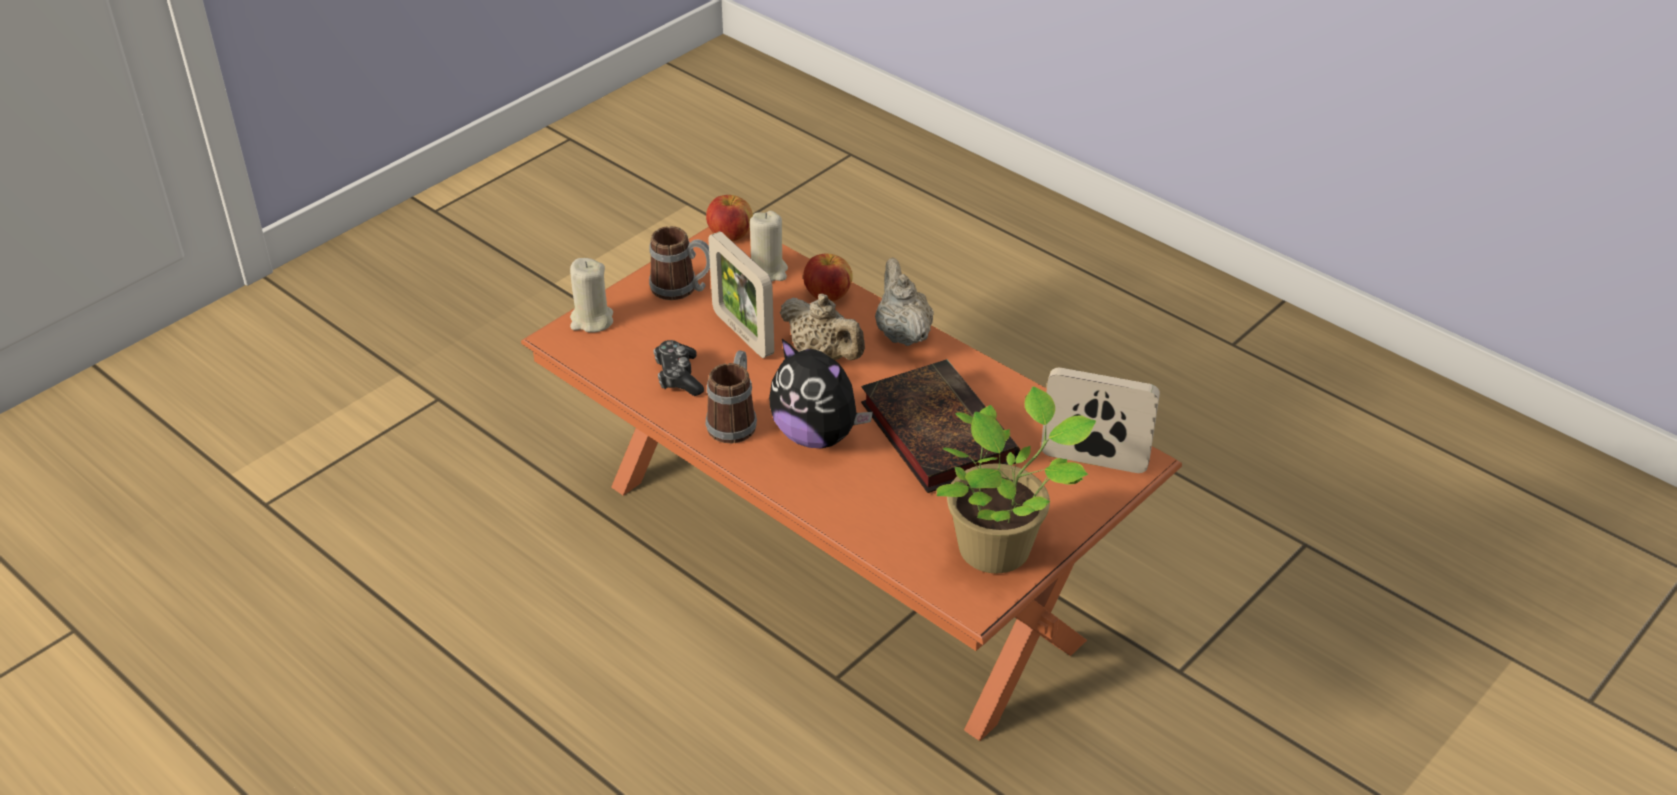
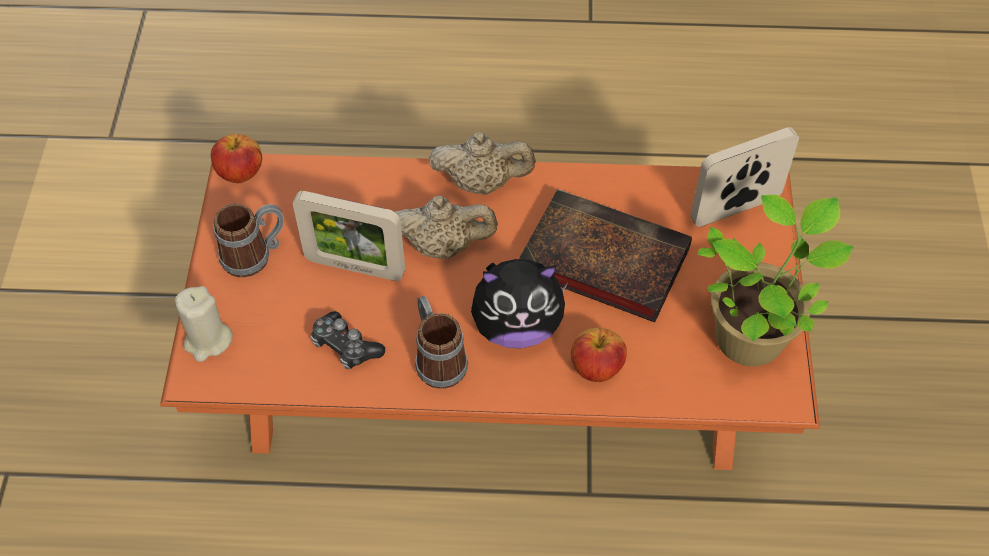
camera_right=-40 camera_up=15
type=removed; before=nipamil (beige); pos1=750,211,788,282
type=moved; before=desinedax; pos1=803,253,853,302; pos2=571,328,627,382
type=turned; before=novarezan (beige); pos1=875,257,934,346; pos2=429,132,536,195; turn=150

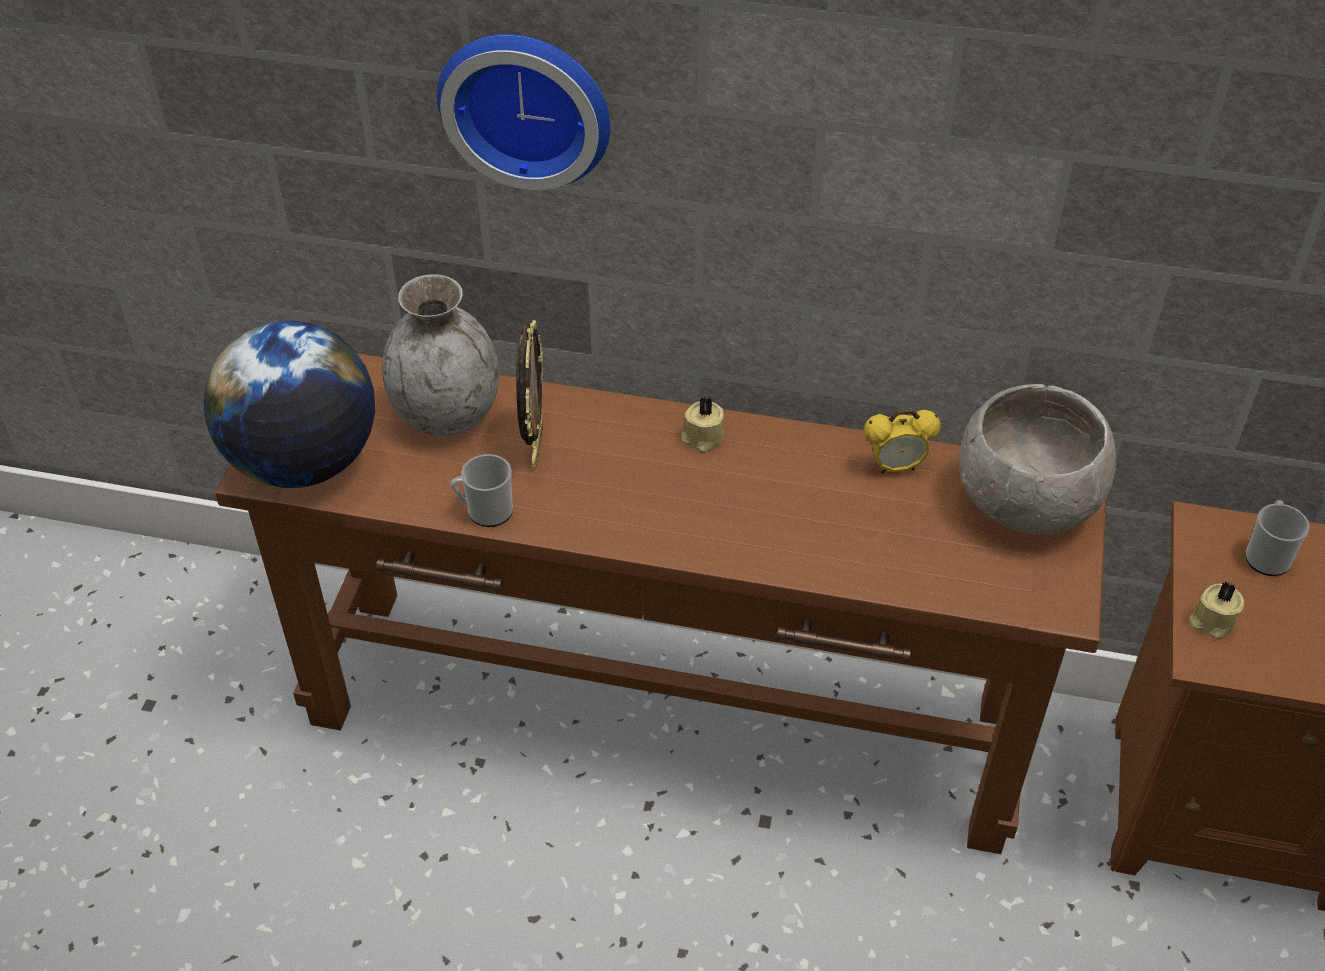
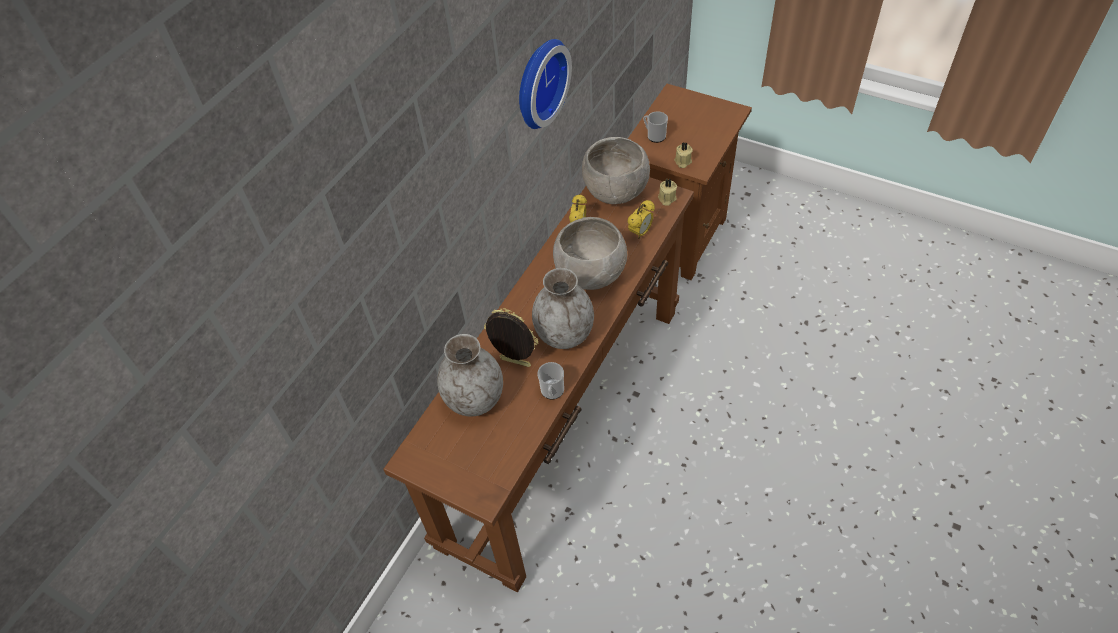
camera_right=-70 camera_up=5
type=removed; before=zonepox; pos1=204,321,375,488
type=added; after=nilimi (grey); pos2=532,268,594,349
type=added; after=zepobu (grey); pos2=553,217,627,290
type=added; after=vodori; pos2=628,200,655,239
type=moved; before=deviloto; pos1=437,34,610,190; pos2=519,39,572,129
type=moved; before=nipamil (beige); pos1=681,397,724,452; pos2=658,179,677,206

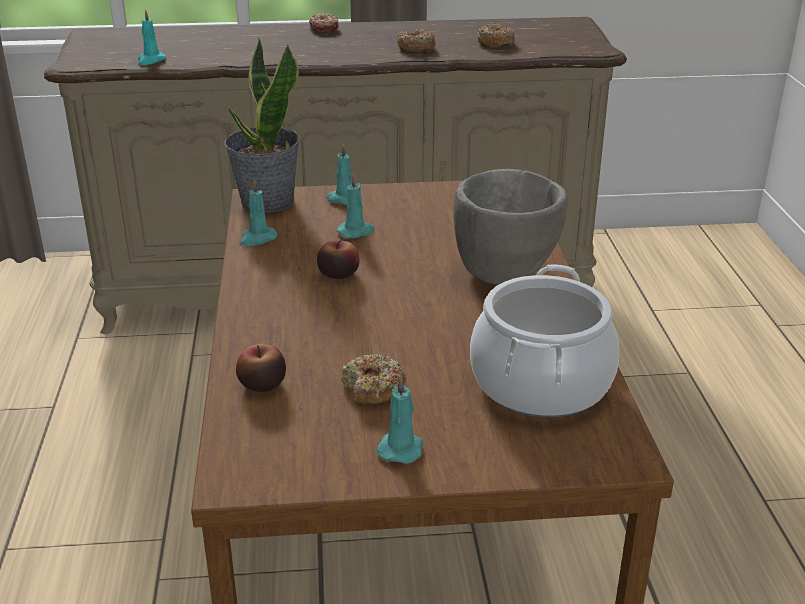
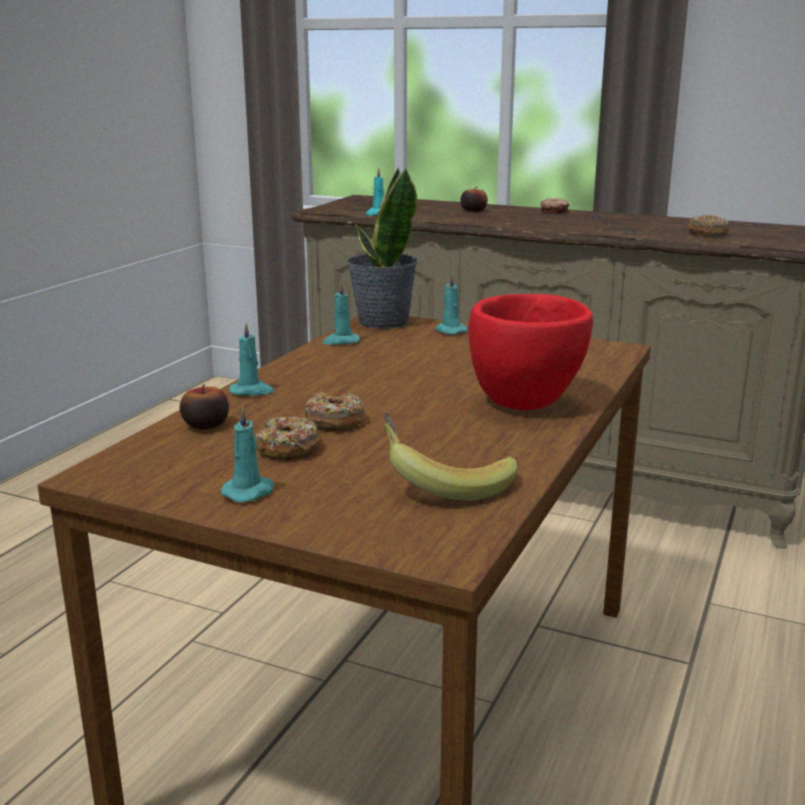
camera_right=30 camera_up=-10
type=moved; before=desinedax; pos1=317,240,359,279; pos2=460,187,488,212
type=moved; before=nipamil (turquoise); pos1=337,174,375,238; pos2=229,322,274,396
type=moved; before=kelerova; pos1=397,29,436,52; pos2=305,392,366,431
type=replaced; before=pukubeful; after=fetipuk; pos1=470,264,619,418; pos2=383,413,517,501
type=recoloured; before=zepobu (grey); after=zepobu (red); pos1=454,169,567,285; pos2=469,294,593,410

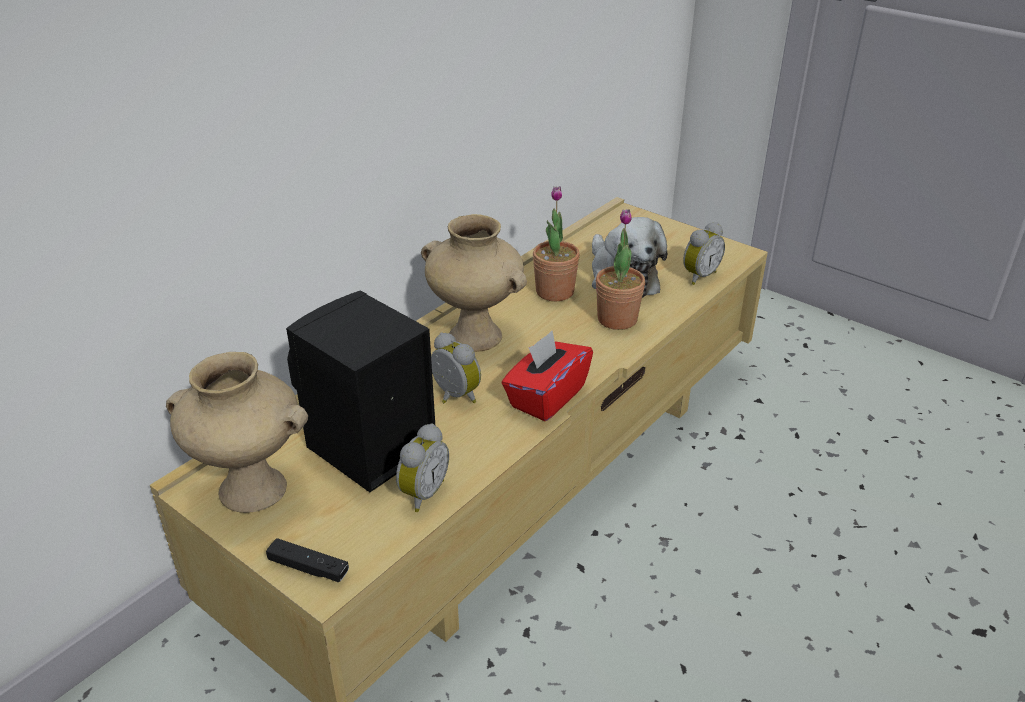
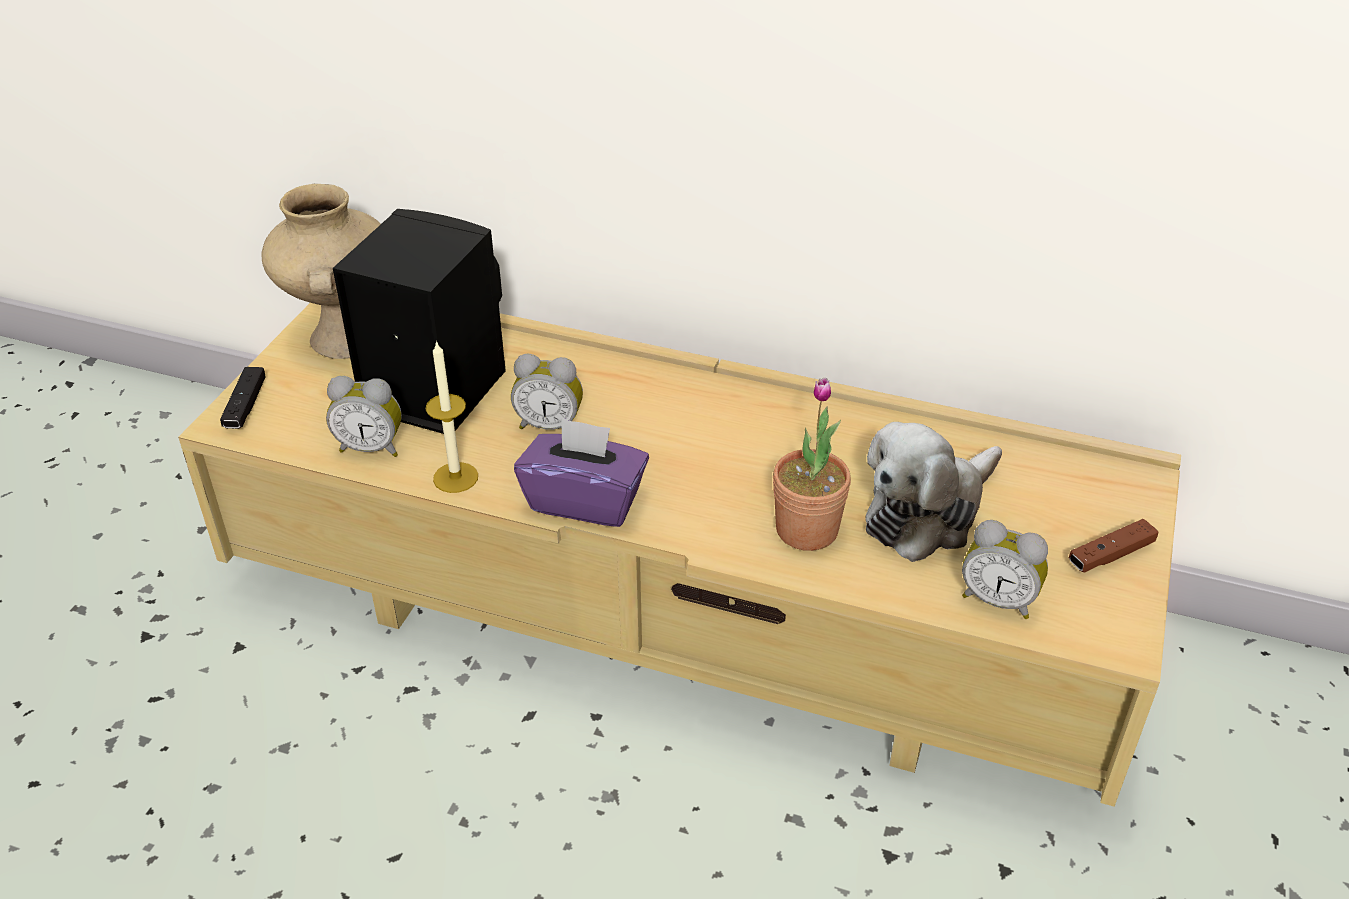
camera_right=70 camera_up=5
type=removed; before=nilimi (beige); pos1=421,214,527,352
type=removed; before=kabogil; pos1=533,186,580,301
type=added; after=nipamil; pos2=426,341,478,493
type=added; after=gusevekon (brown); pos2=1069,519,1159,573
type=recoloured; before=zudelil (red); after=zudelil (purple); pos1=502,331,593,421; pos2=514,417,649,527
type=turned; before=vodori; pos1=431,333,481,404; pos2=511,354,583,430; turn=75

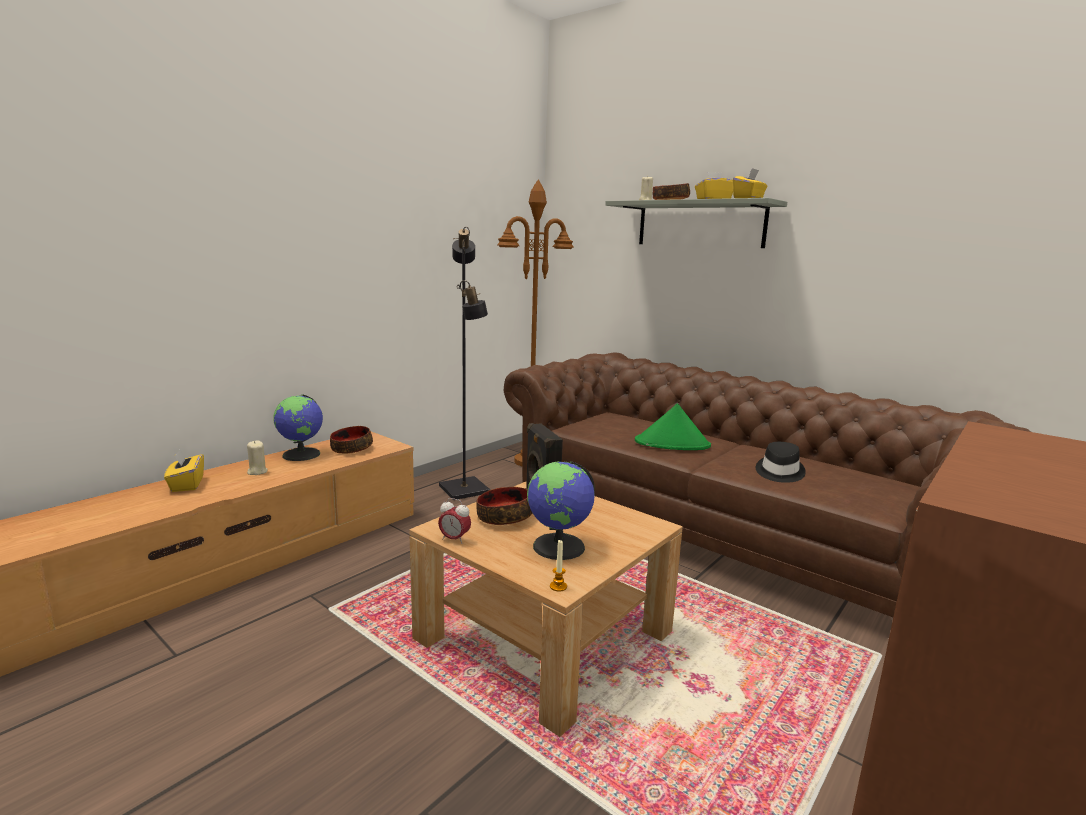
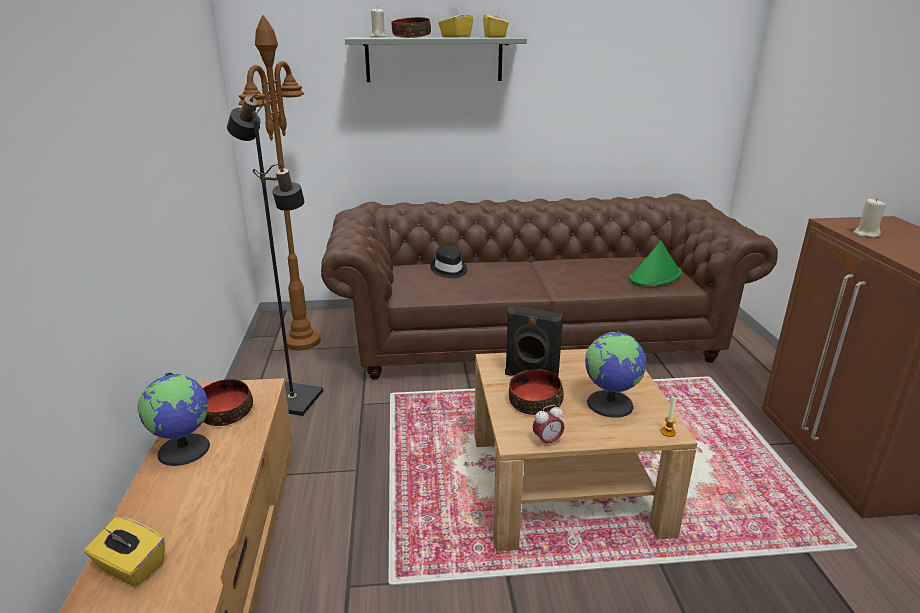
camera_right=-45 camera_up=10
type=moved; before=nipamil (beige); pos1=247,441,268,475; pos2=854,198,886,237
type=moved; before=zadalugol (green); pos1=635,404,711,450; pos2=629,241,682,286
type=moved; before=zadalugol (black); pos1=756,442,806,483; pos2=431,245,468,278

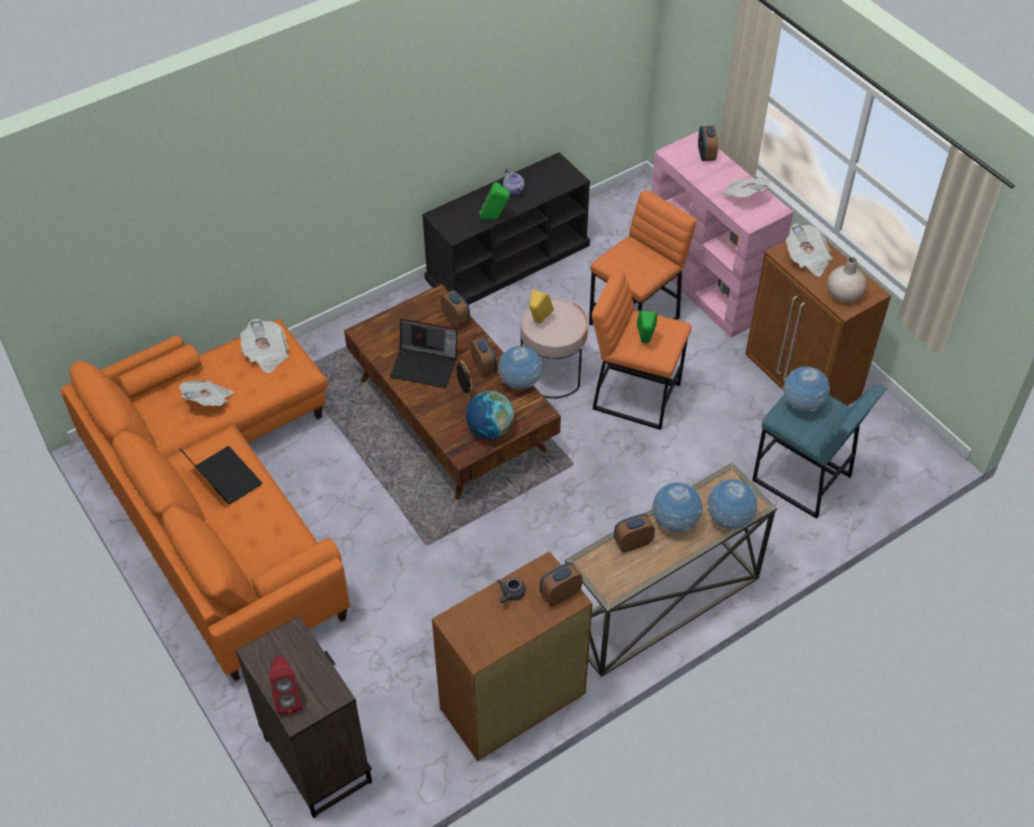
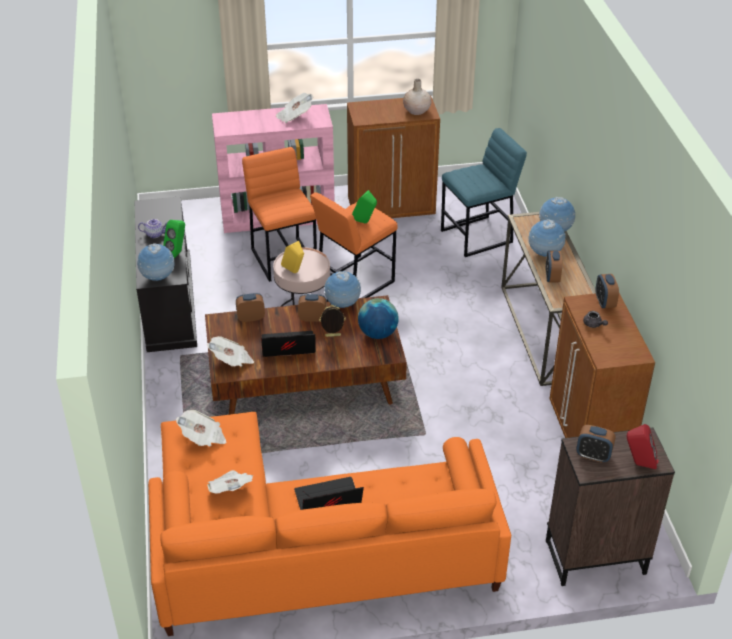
camera_right=-65 camera_up=-10
type=moved; before=vodori; pos1=698,126,718,161; pos2=577,425,616,463
type=moved; before=zonepox; pos1=782,366,830,412; pos2=137,244,174,281
type=moved; before=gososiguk; pos1=786,224,833,276; pos2=207,336,254,367
type=turned; before=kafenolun; pos1=390,319,458,388; pos2=261,331,316,357; turn=-135

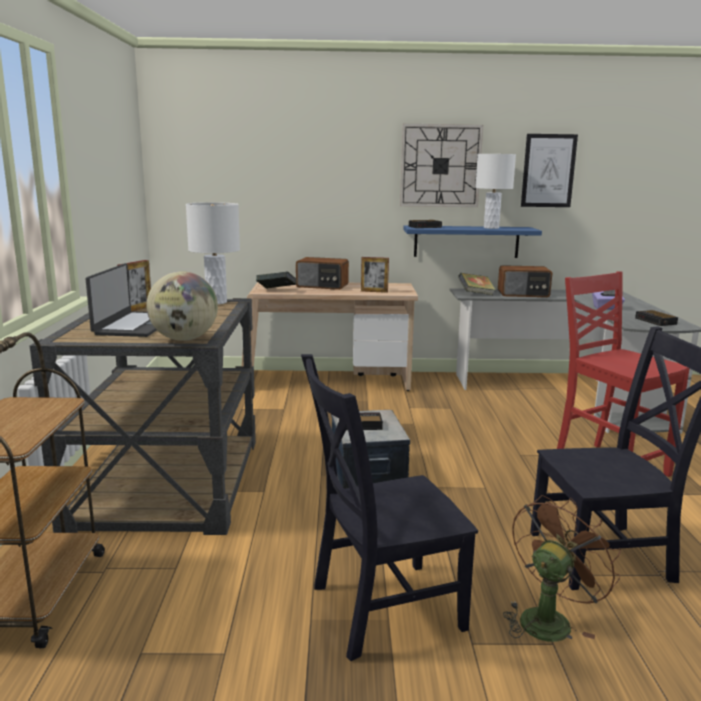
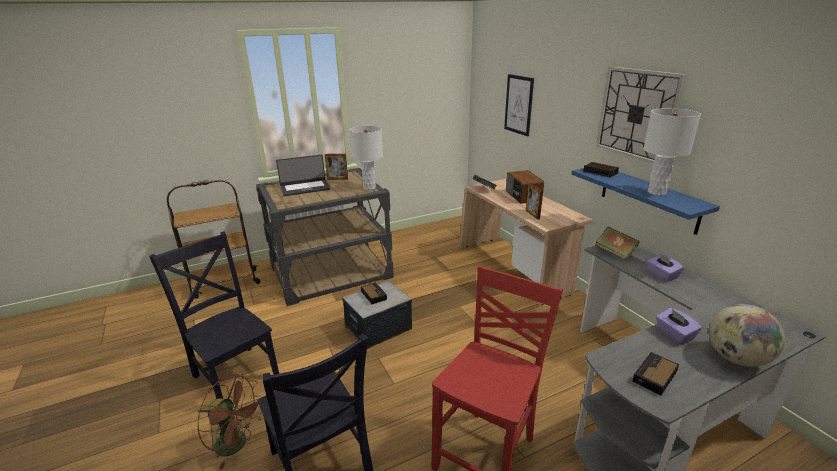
camera_right=65 camera_up=10
type=moved; before=zonepox; pos1=146,271,218,341; pos2=709,304,785,367
type=moved; before=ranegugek; pos1=521,134,578,207; pos2=504,74,534,136
type=replaced; before=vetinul; after=zudelil (purple); pos1=498,265,552,297; pos2=647,254,684,281

